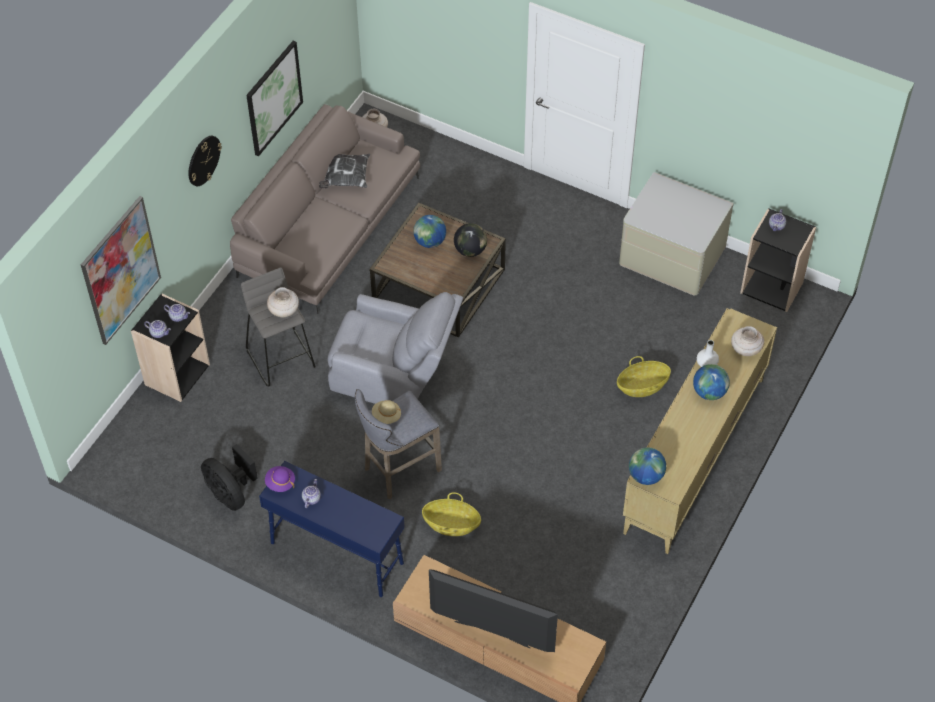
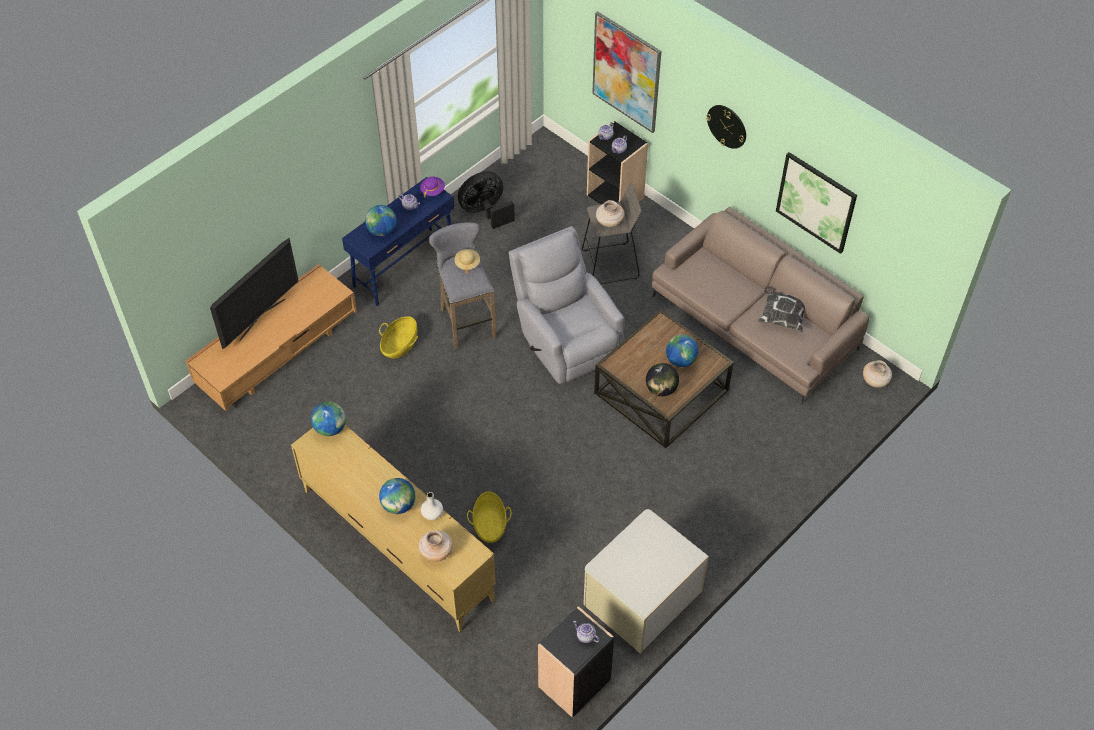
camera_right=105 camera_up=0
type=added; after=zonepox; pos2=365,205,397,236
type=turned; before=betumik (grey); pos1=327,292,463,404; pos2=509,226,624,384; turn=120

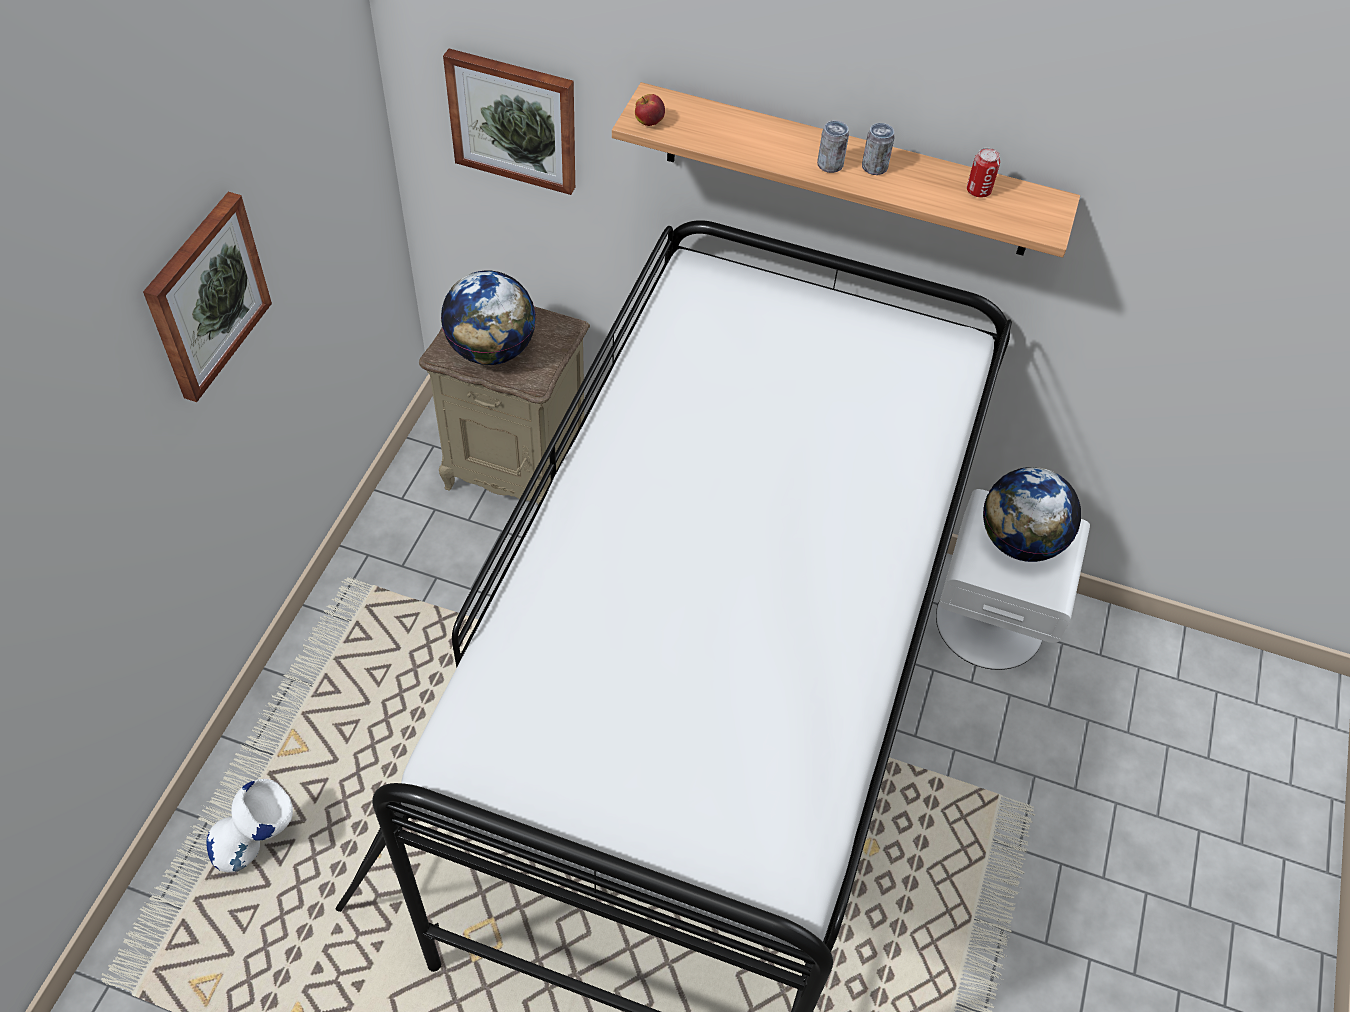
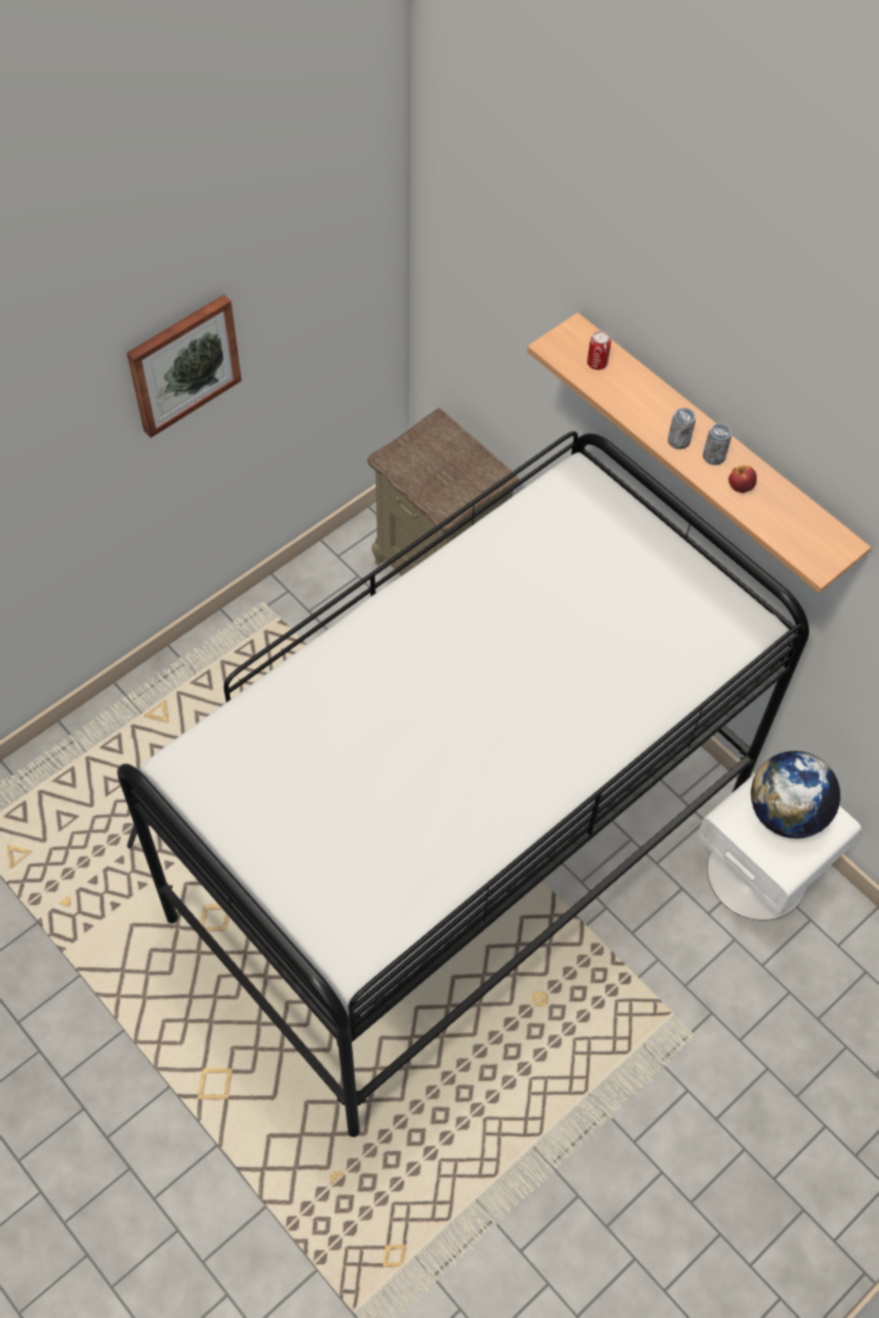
camera_right=30 camera_up=5
type=removed; before=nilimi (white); pos1=207,779,293,873
type=removed; before=zonepox; pos1=441,271,536,365
type=removed; before=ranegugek; pos1=443,49,575,195
type=moved; before=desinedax; pos1=635,94,665,126; pos2=728,465,757,493
type=moved; before=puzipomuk; pos1=967,148,1000,198; pos2=587,331,611,370

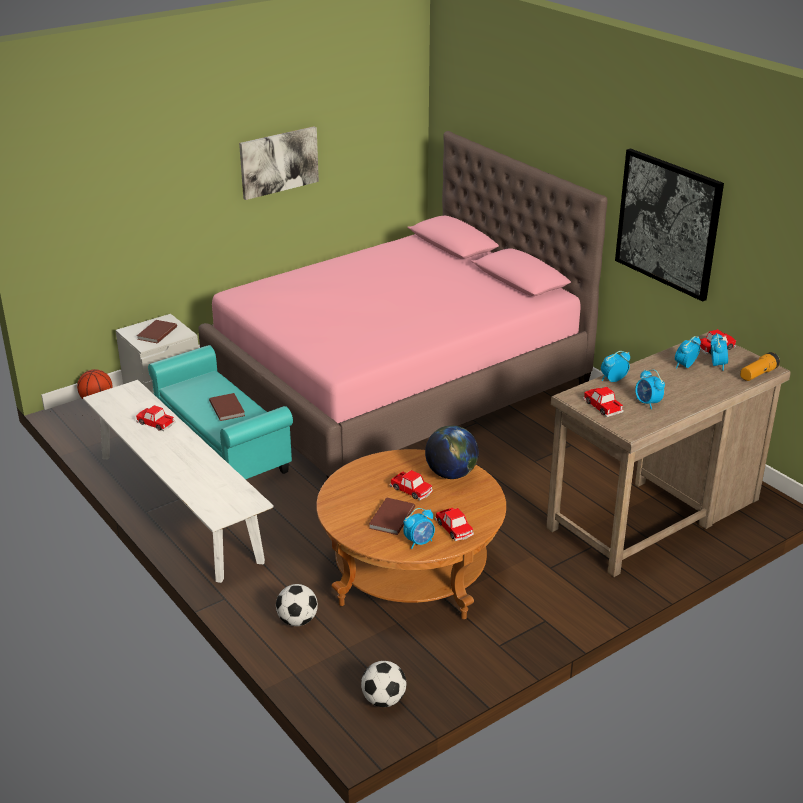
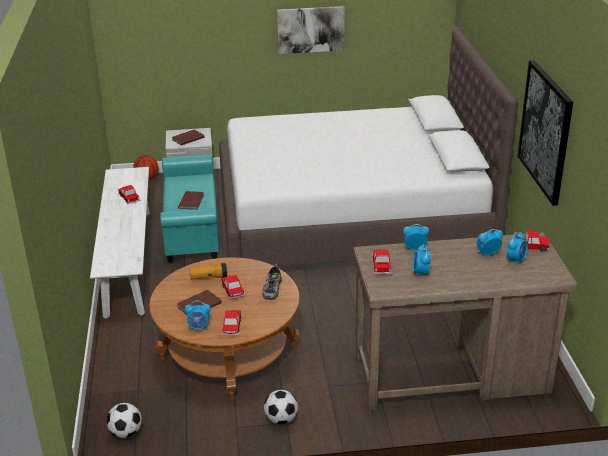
camera_right=30 camera_up=0
type=moved; before=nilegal; pos1=276,584,318,626; pos2=264,390,298,425
type=moved; before=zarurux; pos1=740,352,780,381; pos2=190,263,227,280
type=replaced; before=zonepox; after=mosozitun; pos1=425,425,479,479; pos2=262,264,282,300
type=recoloured; before=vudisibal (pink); after=vudisibal (white); pos1=199,131,608,479; pos2=219,27,518,266

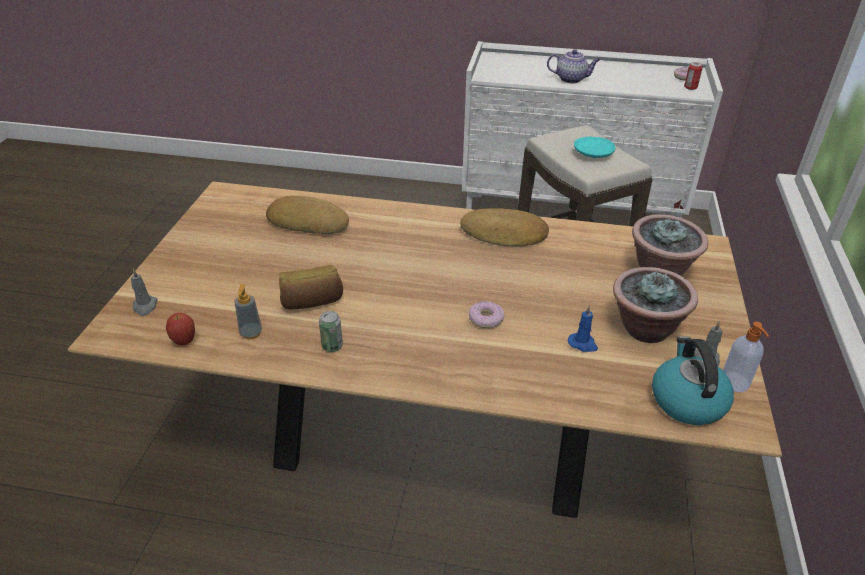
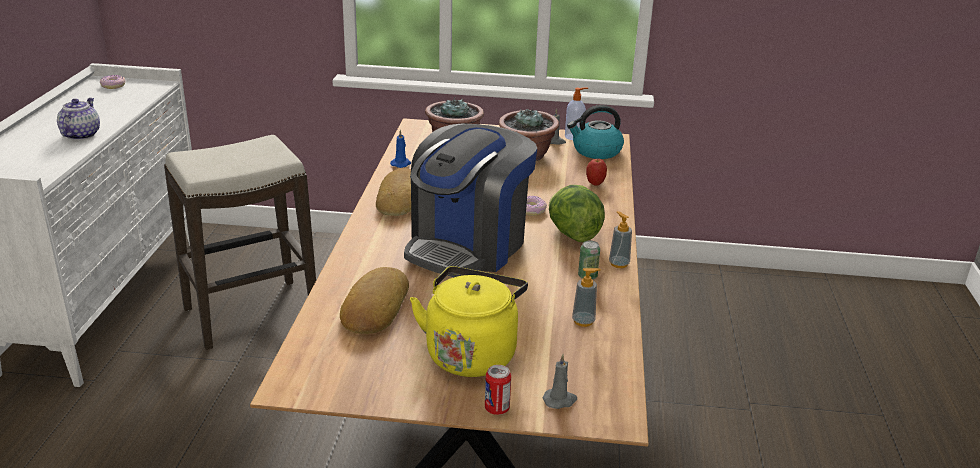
camera_right=-95 camera_up=-10
type=removed; before=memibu; pos1=279,265,343,309
type=removed; before=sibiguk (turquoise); pos1=574,137,616,158
type=added; after=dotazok; pos2=404,124,537,277
type=added; after=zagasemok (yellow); pos2=410,266,528,377
type=added; after=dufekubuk; pos2=549,185,605,242
type=added; after=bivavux; pos2=609,211,632,268
type=moved; before=desinedax; pos1=166,313,195,346; pos2=586,159,607,186
type=moved; before=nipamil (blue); pos1=568,306,598,352; pos2=390,129,411,168
type=moved; before=puzipomuk; pos1=684,62,703,90; pos2=485,365,511,415

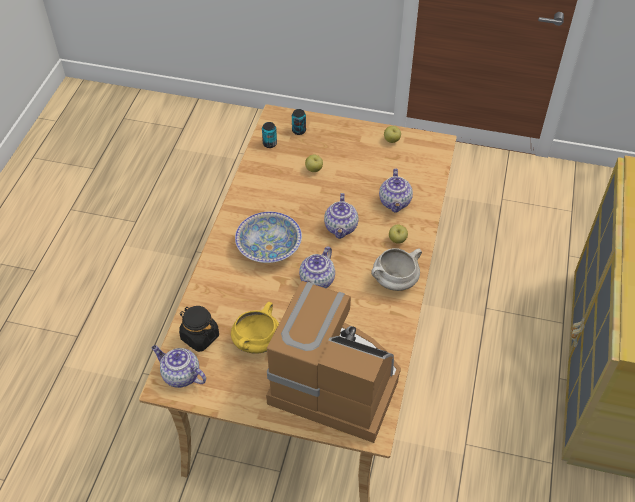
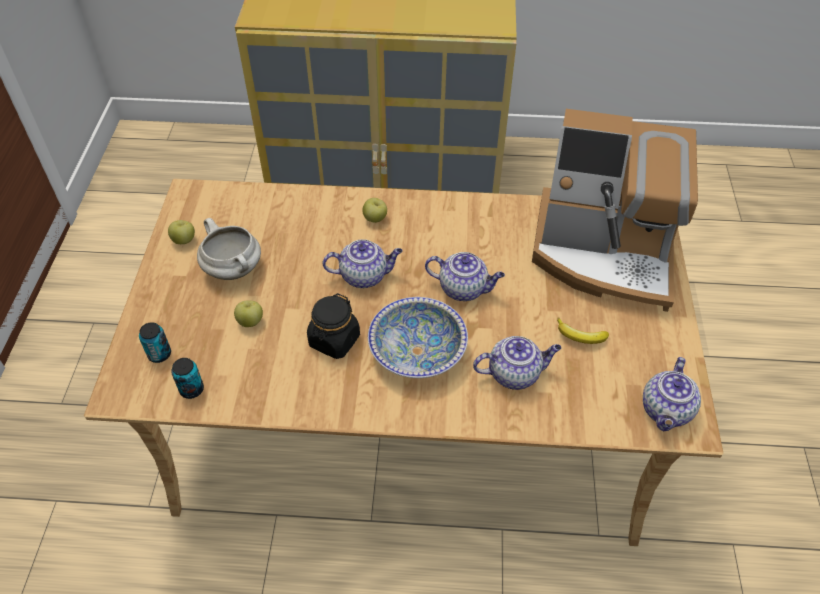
camera_right=-100 camera_up=0
type=moved; before=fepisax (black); pos1=179,306,219,352; pos2=307,293,360,359
type=moved; before=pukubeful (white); pos1=371,248,422,291; pos2=197,218,261,280
type=moved; before=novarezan; pos1=379,168,413,213; pos2=473,336,561,390
type=replaced; before=pukubeful (yellow); after=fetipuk; pos1=231,302,279,354; pos2=557,318,609,344
type=turned; before=dotazok; pos1=266,281,401,443; pos2=532,109,698,312; turn=-90

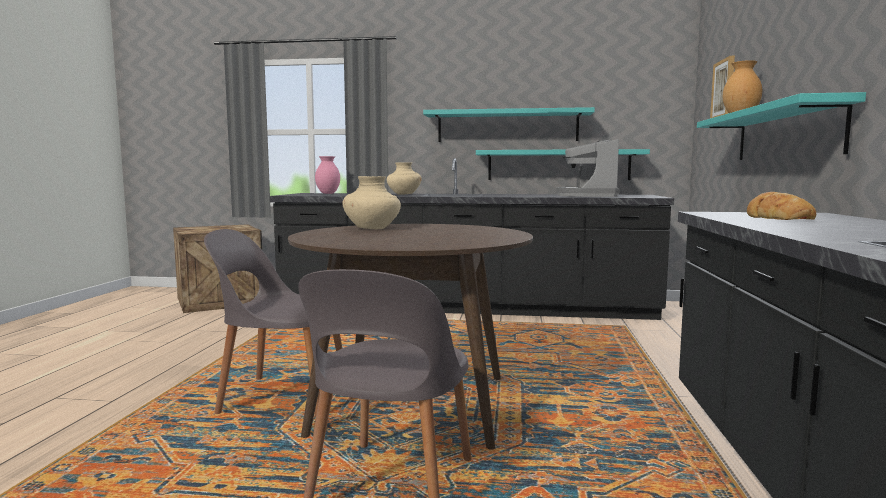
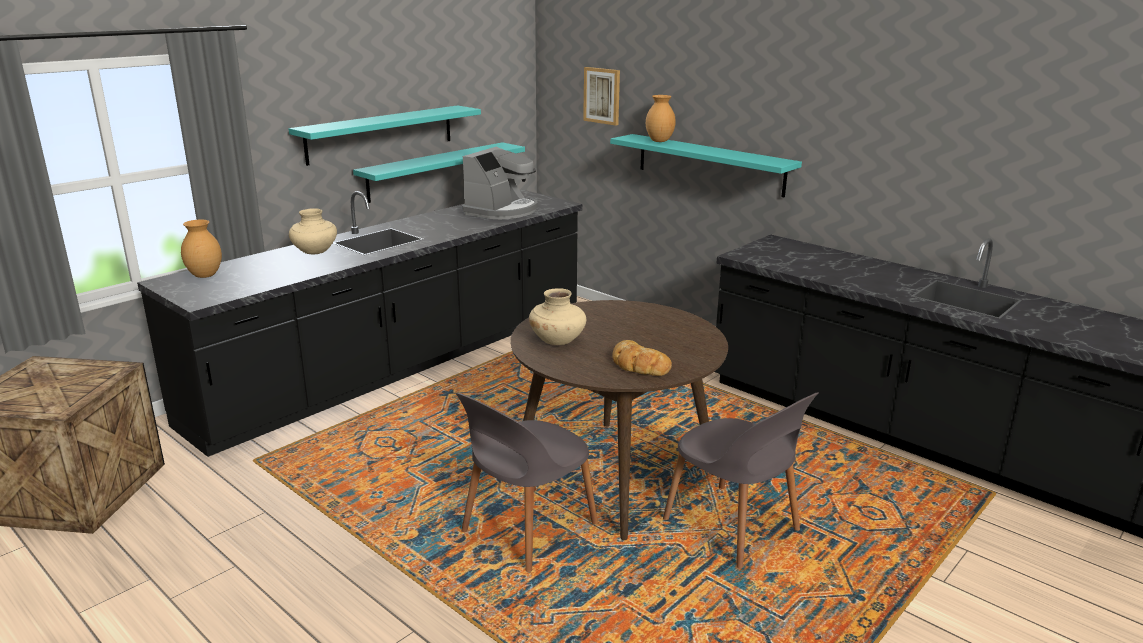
camera_right=-55 camera_up=15
type=moved; before=memibu; pos1=747,192,816,220; pos2=612,340,672,376
type=recoloured; before=nilimi (pink); after=nilimi (brown); pos1=315,156,340,194; pos2=181,220,222,278
type=turned; before=dotazok; pos1=556,139,620,197; pos2=462,147,538,219; turn=-105

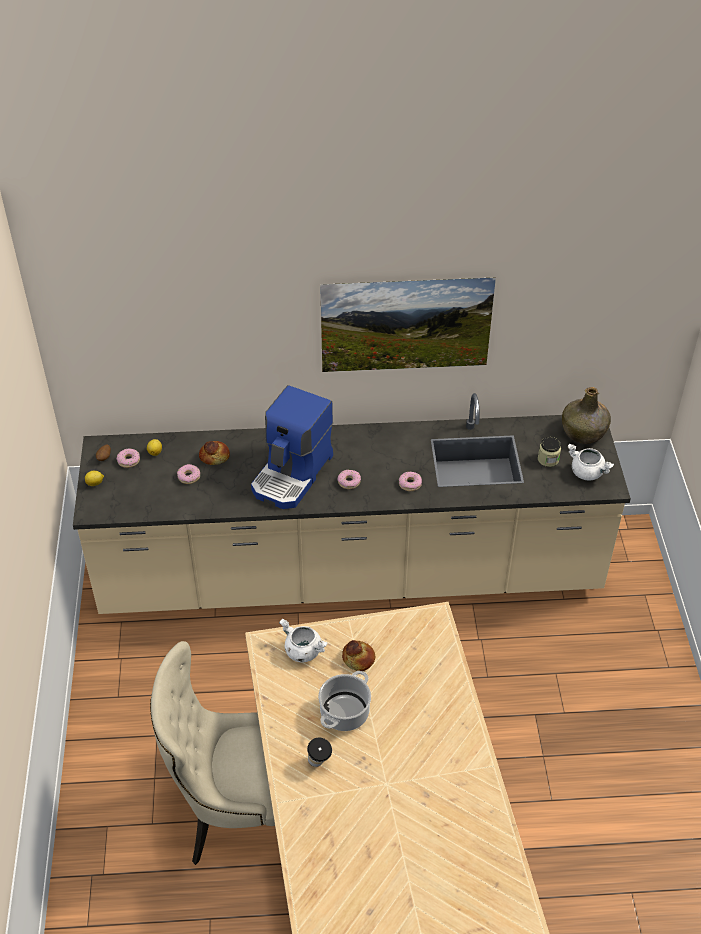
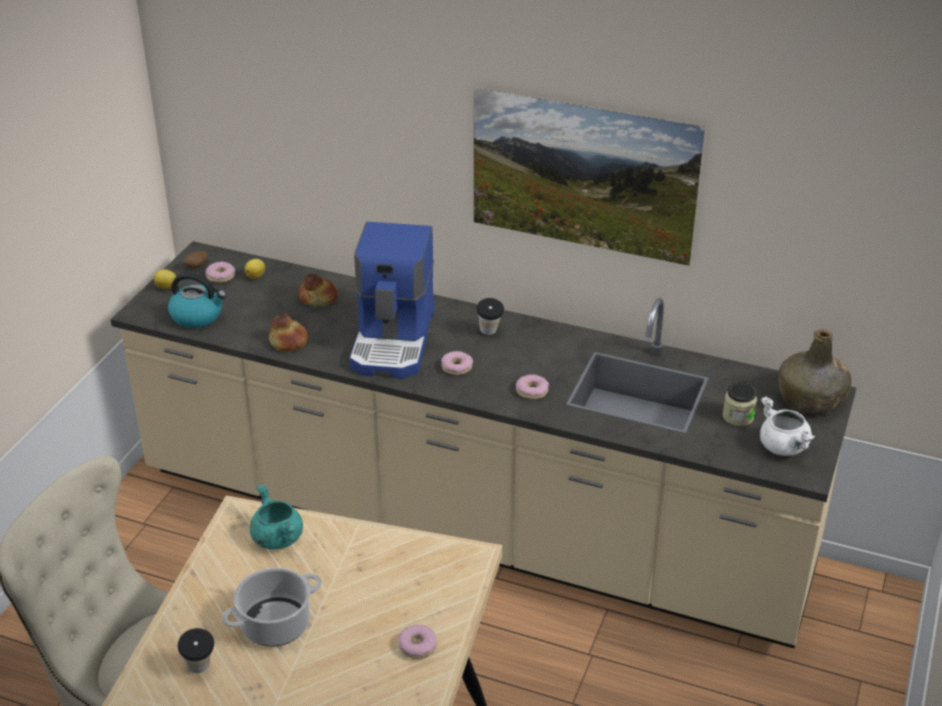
camera_right=25 camera_up=-10
type=added; after=zagasemok; pos2=168,272,226,328
type=added; after=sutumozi; pos2=476,298,504,335
type=moved; before=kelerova; pos1=177,464,200,484; pos2=398,625,436,659
type=moved; before=memibu; pos1=342,640,375,671; pos2=269,313,308,352
type=recoloured; before=pukubeful (white); after=pukubeful (turquoise); pos1=279,619,328,663; pos2=250,484,303,550
type=turned; before=dotazok; pos1=251,385,333,509; pos2=350,222,434,379; turn=-45

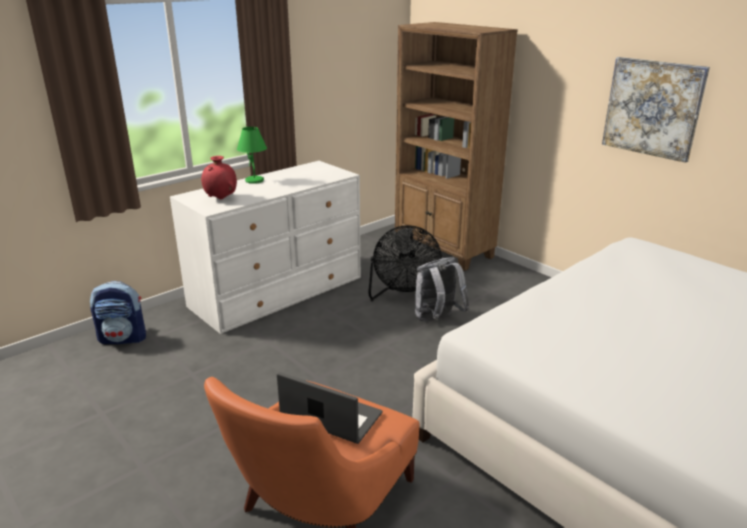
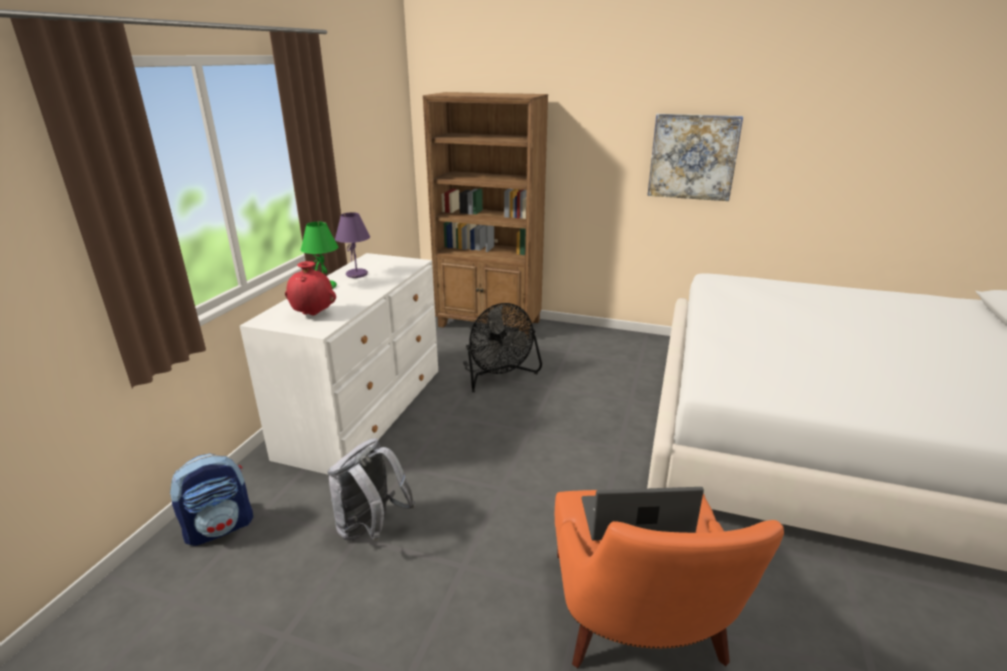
camera_right=-30 camera_up=0
type=added; after=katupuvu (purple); pos2=335,212,370,278
type=moved; before=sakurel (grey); pos1=415,258,470,321; pos2=327,438,416,541

